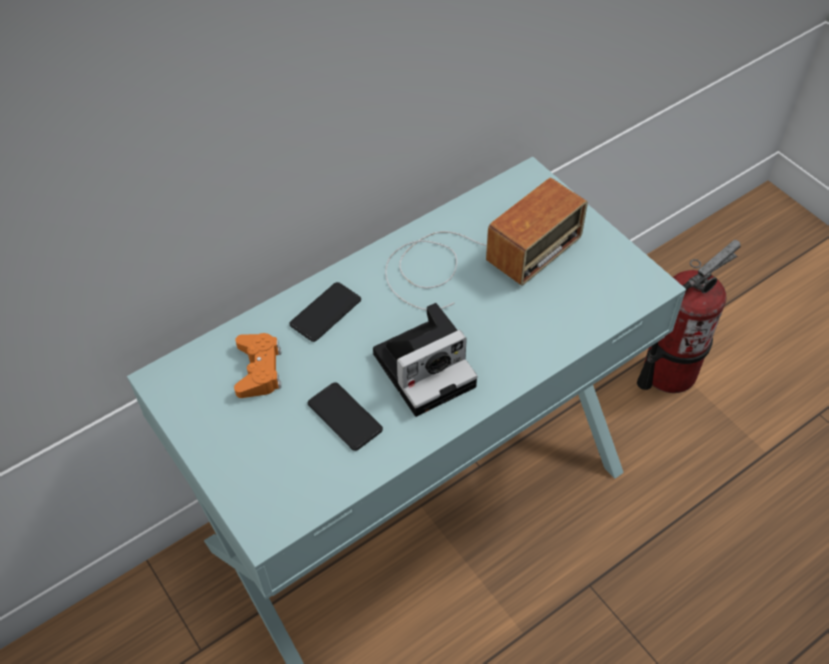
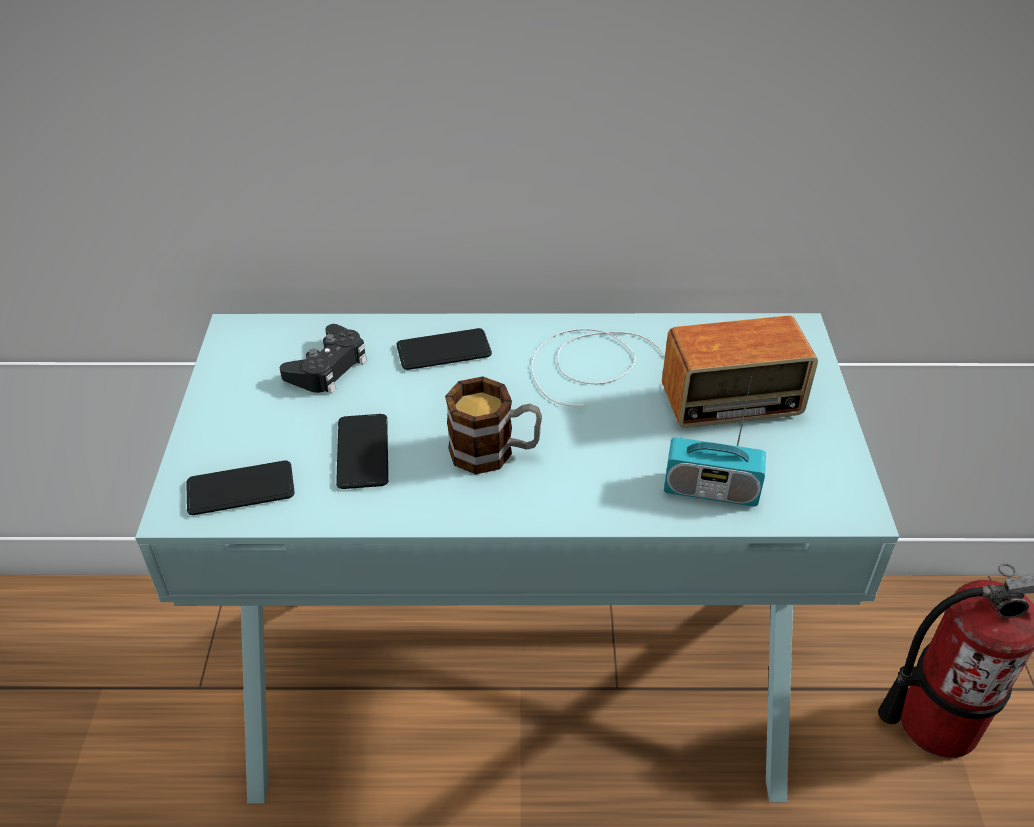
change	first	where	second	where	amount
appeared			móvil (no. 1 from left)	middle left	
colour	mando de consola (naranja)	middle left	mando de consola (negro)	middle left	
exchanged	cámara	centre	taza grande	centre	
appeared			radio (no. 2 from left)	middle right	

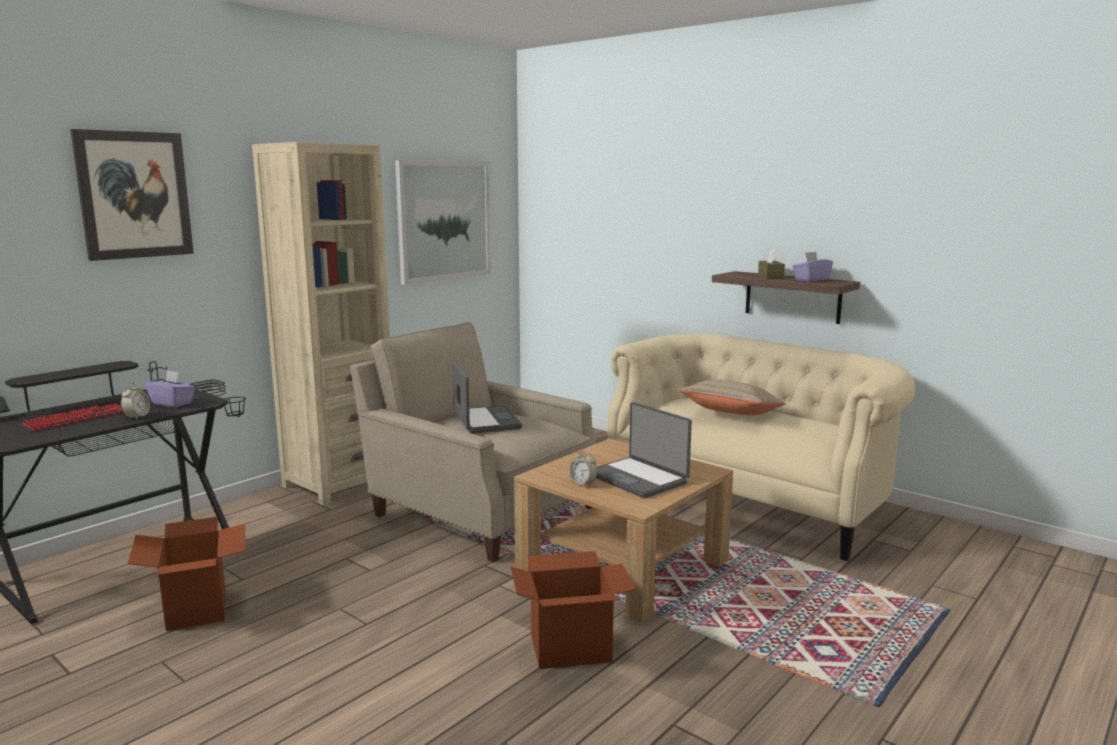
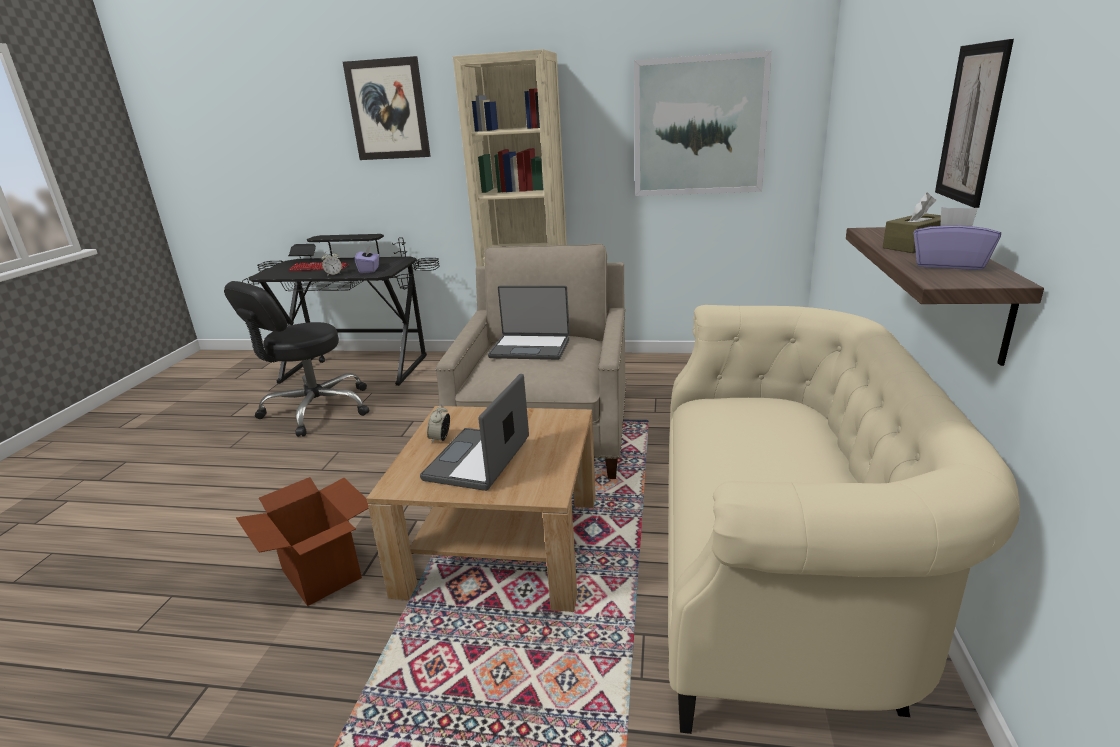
change	first	where	second	where	amount
exchanged	caja de cartón (no. 1 from left)	bottom left	silla de oficina (negro)	middle left	
spun	portátil (no. 1 from left in the first image)	centre	portátil (no. 2 from left)	centre	60 degrees clockwise
appeared			cuadro (no. 3 from left)	top right	
missing	cojín (beis)	centre			

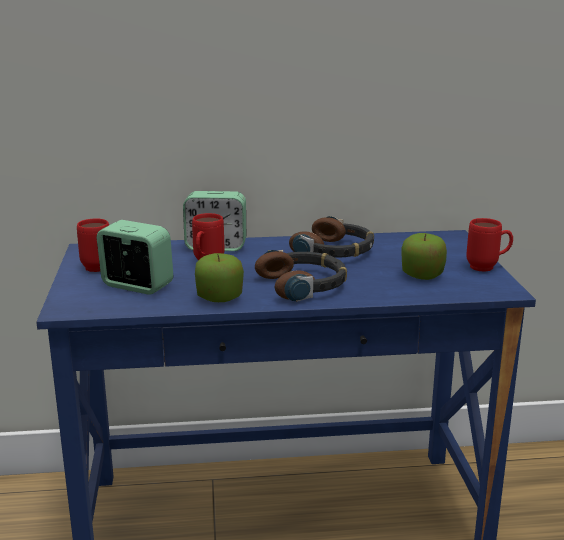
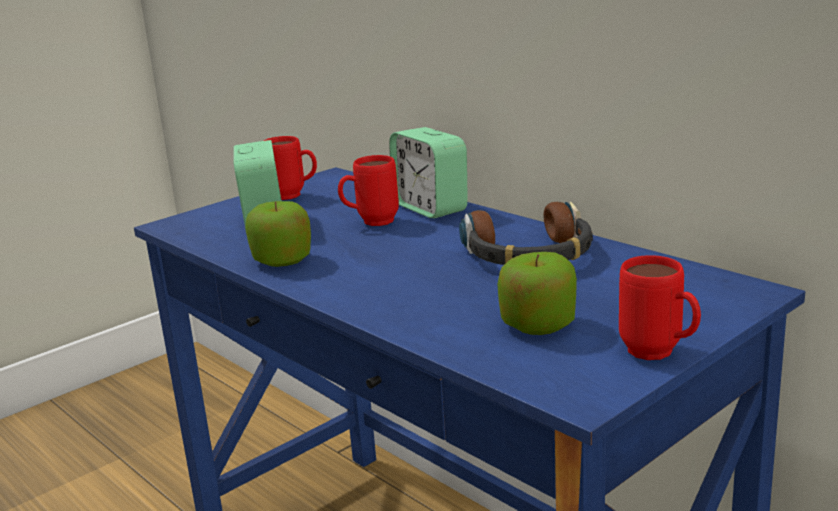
change	first	where	second	where	amount
missing	auriculares (no. 1 from left)	centre			

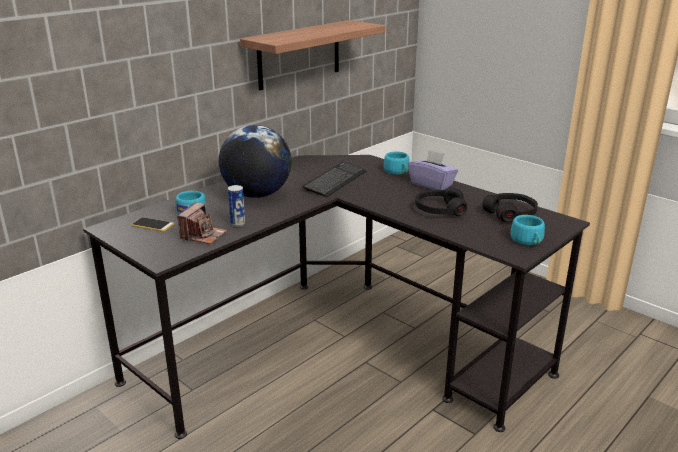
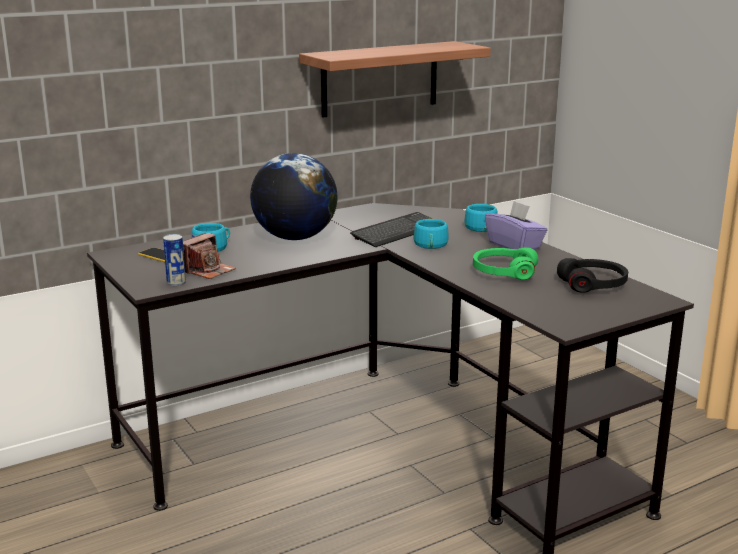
change	first	where	second	where	amount
relocated	lata	centre		middle left	
relocated	taza (turquesa) (no. 3 from left in the first image)	middle right	taza (turquesa) (no. 2 from left)	centre	
colour	auriculares (negro) (no. 1 from left)	centre	auriculares (verde)	middle right	

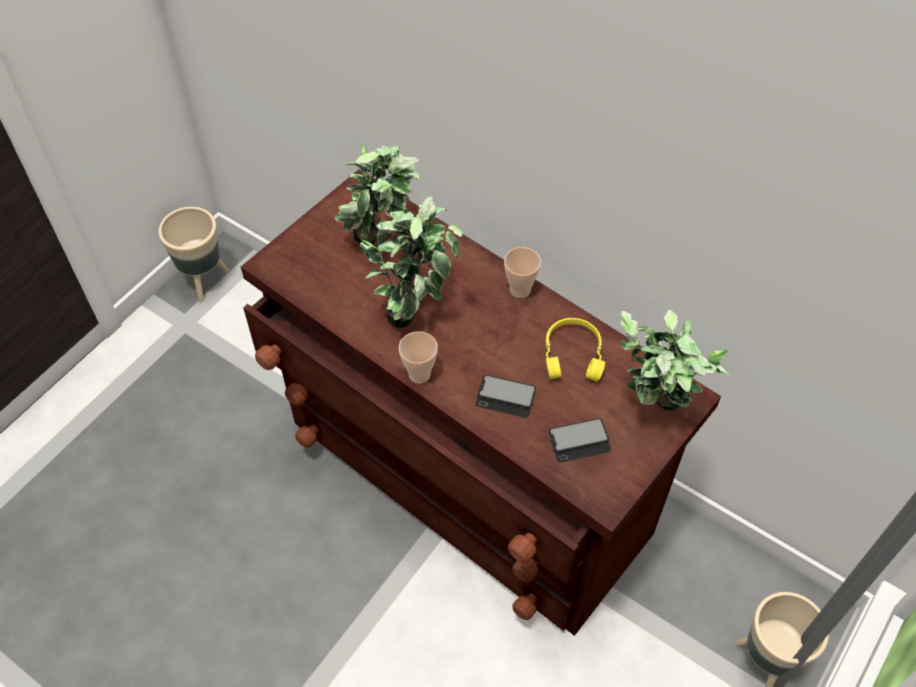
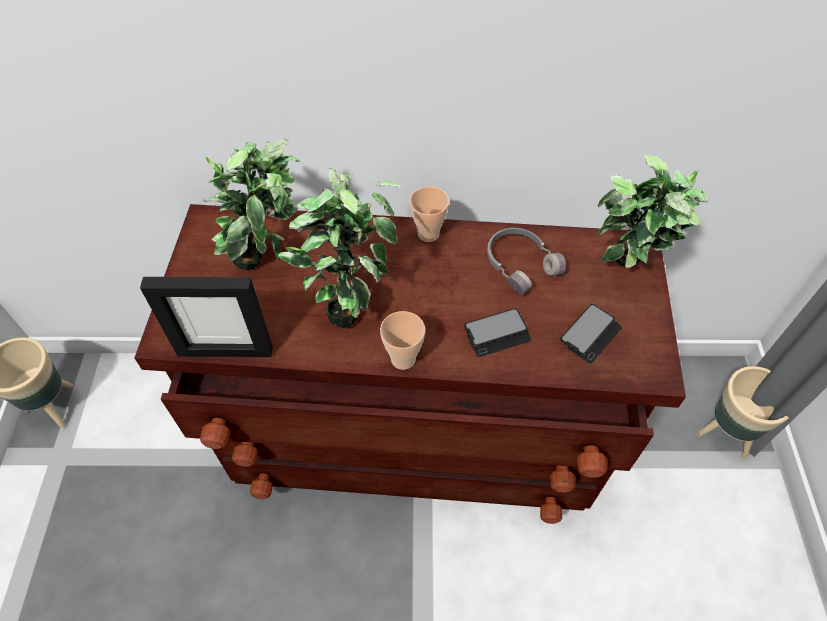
change	first	where	second	where	amount
appeared			portarretratos	middle left	
colour	auriculares (amarillo)	centre	auriculares (gris)	centre	

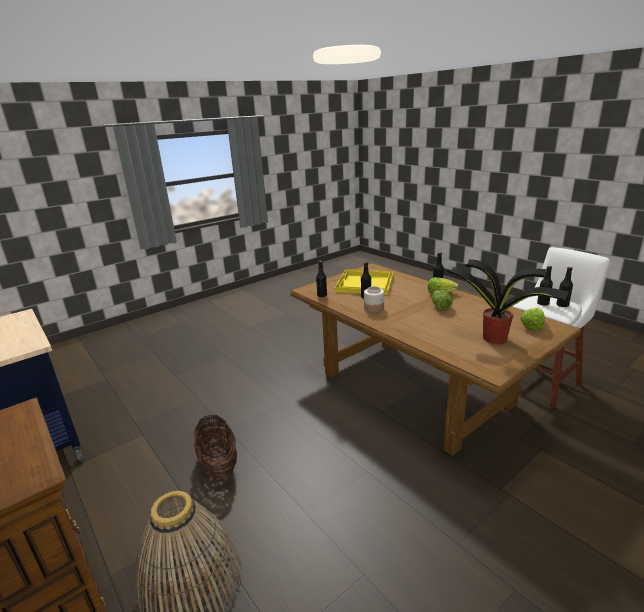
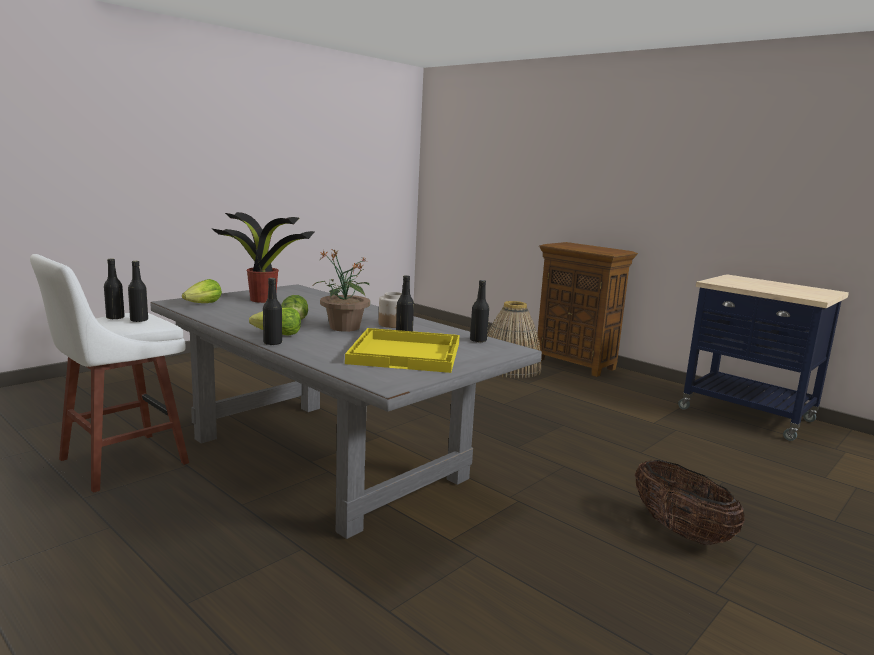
change	first	where	second	where	amount
colour	mesa de comedor (marrón)	middle right	mesa de comedor (gris)	centre	
appeared			planta en maceta (no. 2 from left)	centre	
relocated	cesta (no. 2 from left)	bottom centre		bottom right	

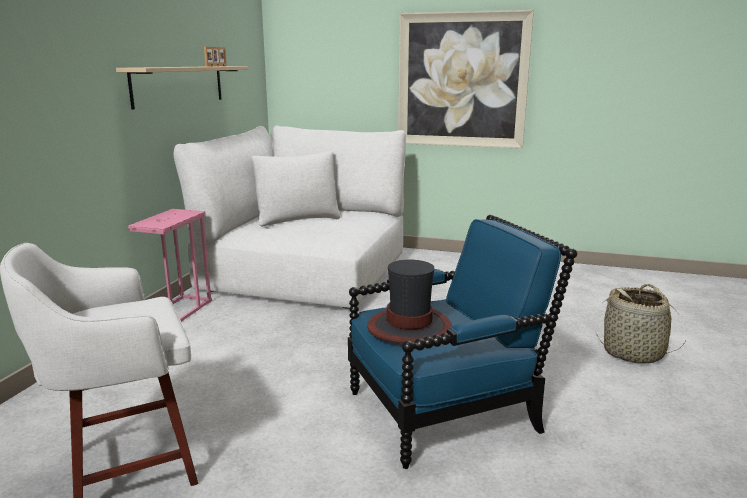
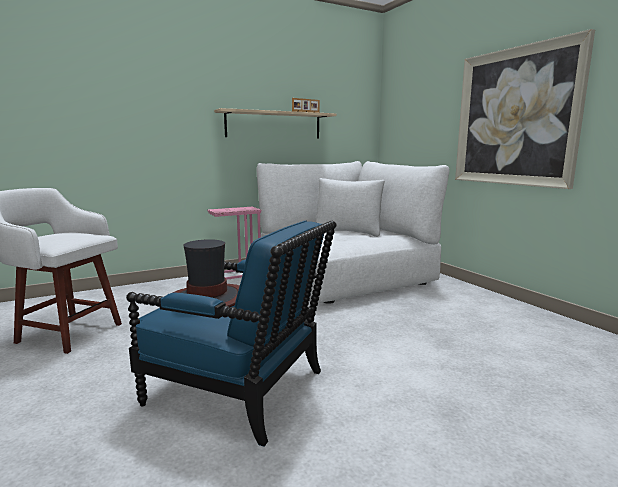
change	first	where	second	where	amount
missing	cesta	middle right			

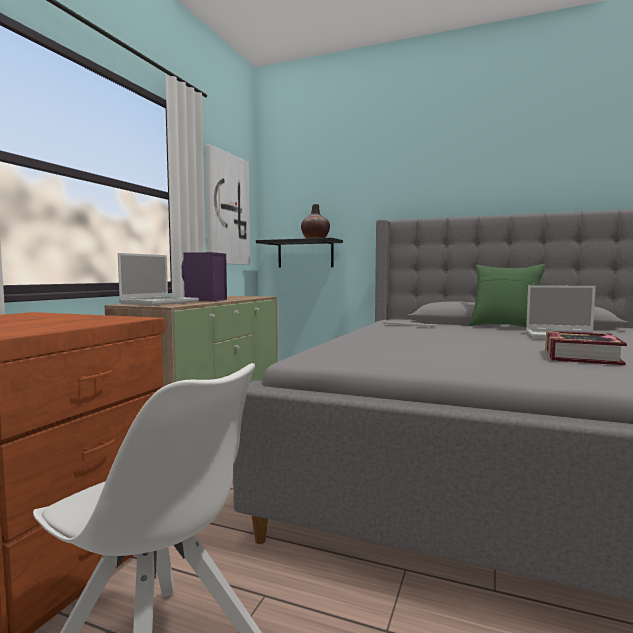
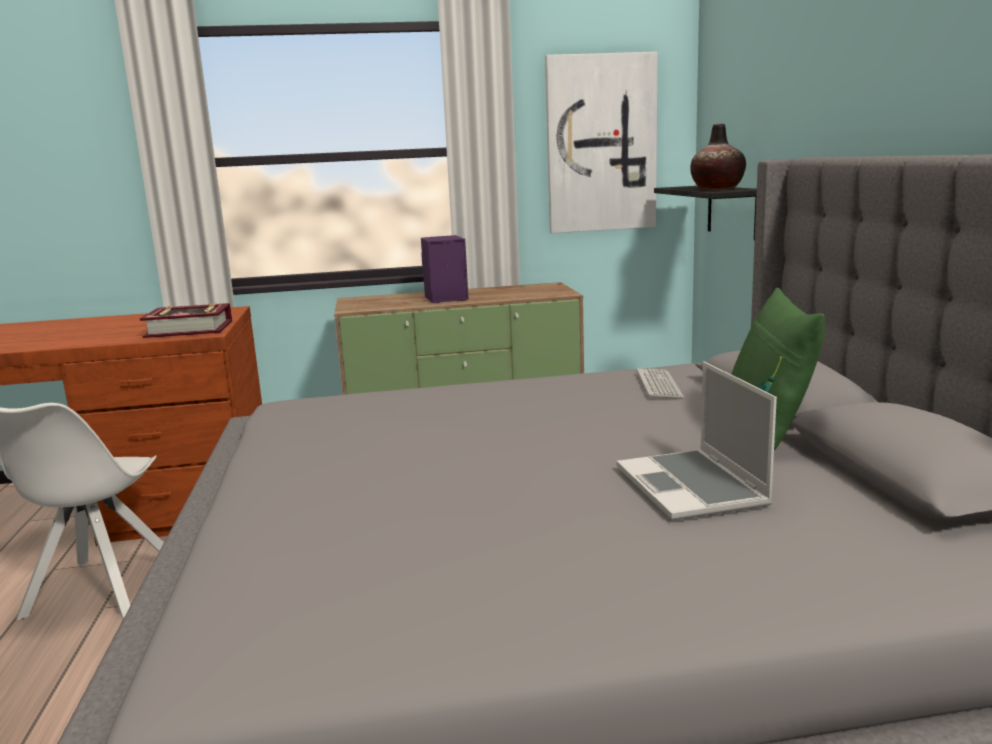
change	first	where	second	where	amount
relocated	libro	middle right		middle left	
missing	portátil (no. 1 from left)	middle left			

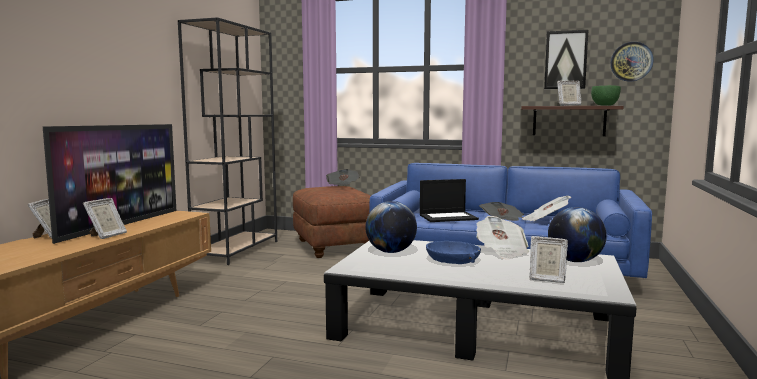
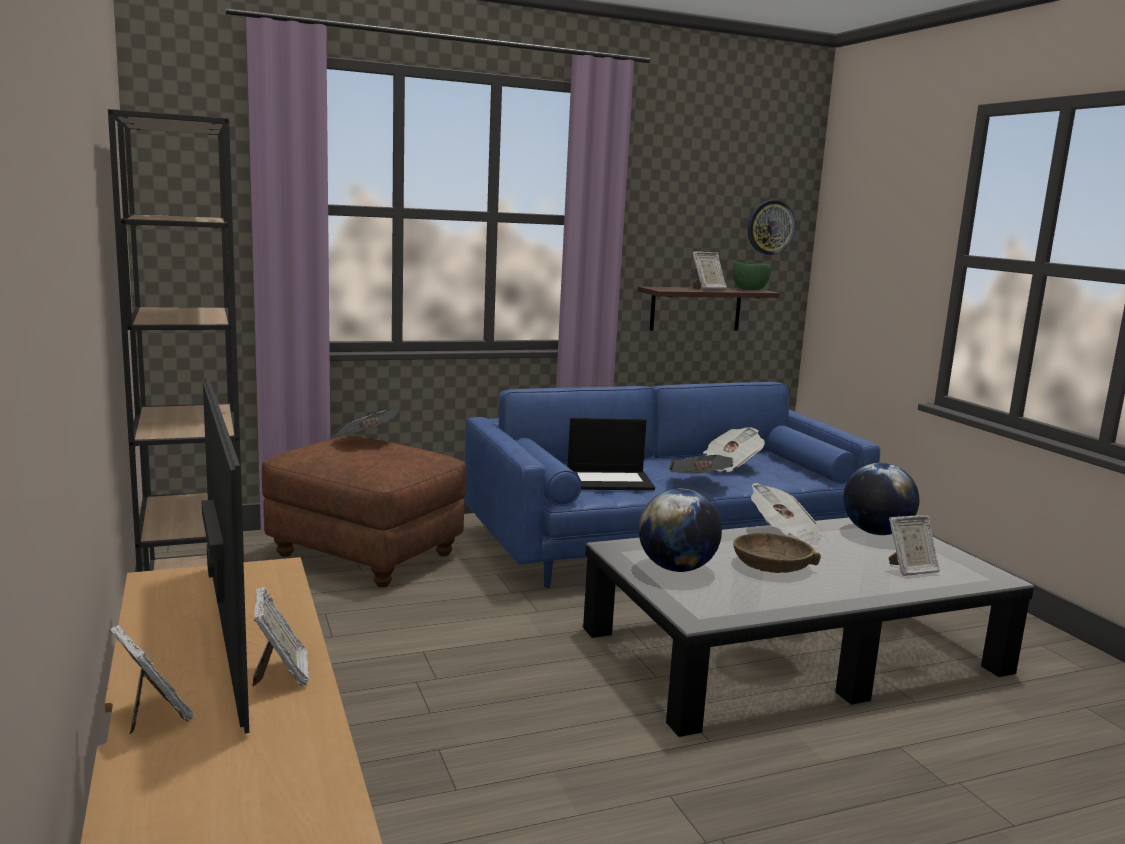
change	first	where	second	where	amount
spun	portátil	centre		centre	45 degrees clockwise
colour	cuenco (azul)	centre	cuenco (marrón)	middle right	
missing	cuadro	top right			

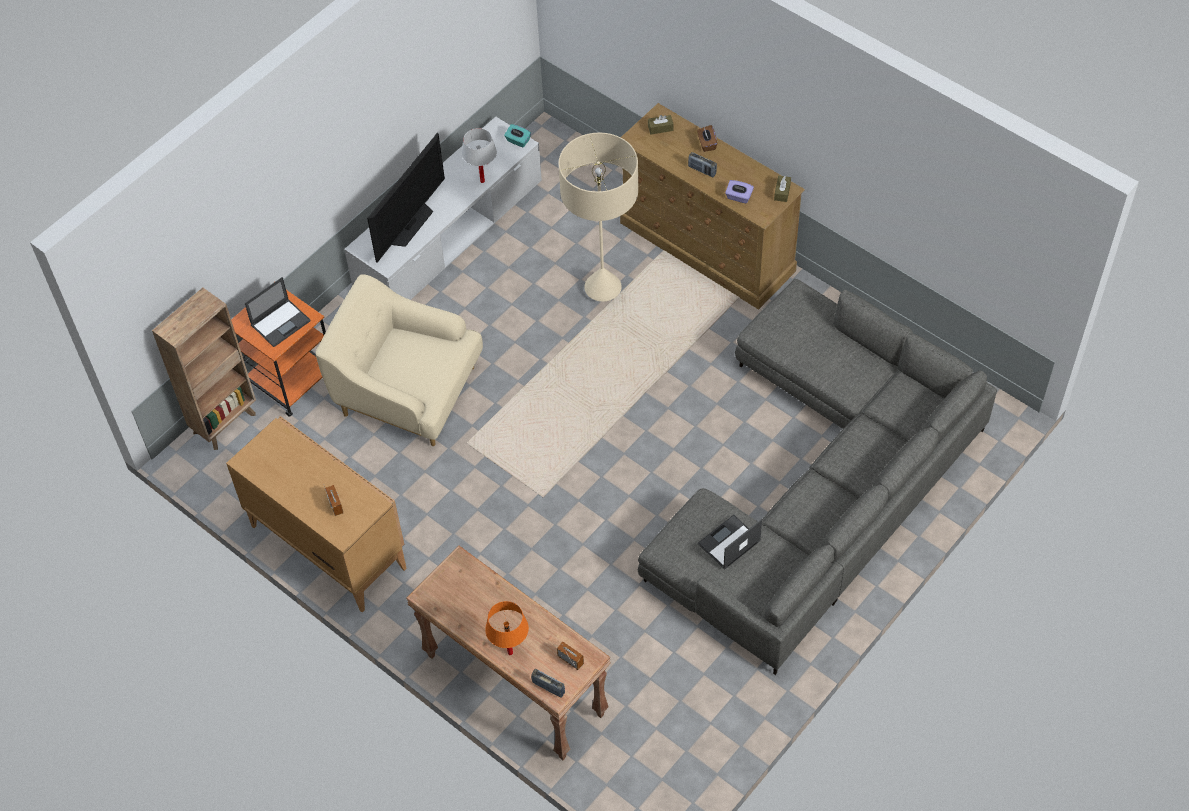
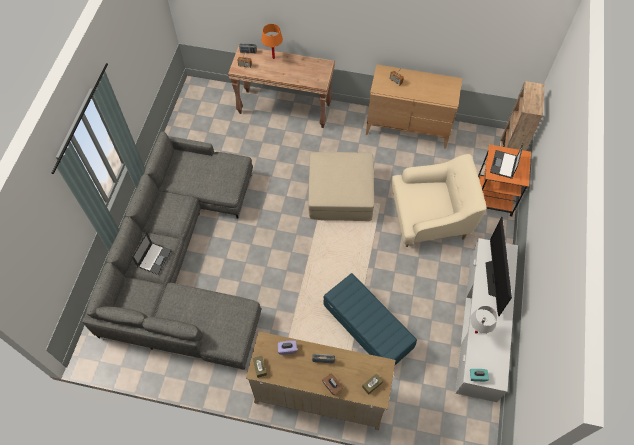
change	first	where	second	where	amount
relocated	portátil (no. 2 from left in the first image)	bottom centre	portátil (no. 1 from left)	middle left	
appeared			puf (beis)	centre	
exchanged	lámpara de pie (beis)	top centre	puf (azul)	bottom centre	

